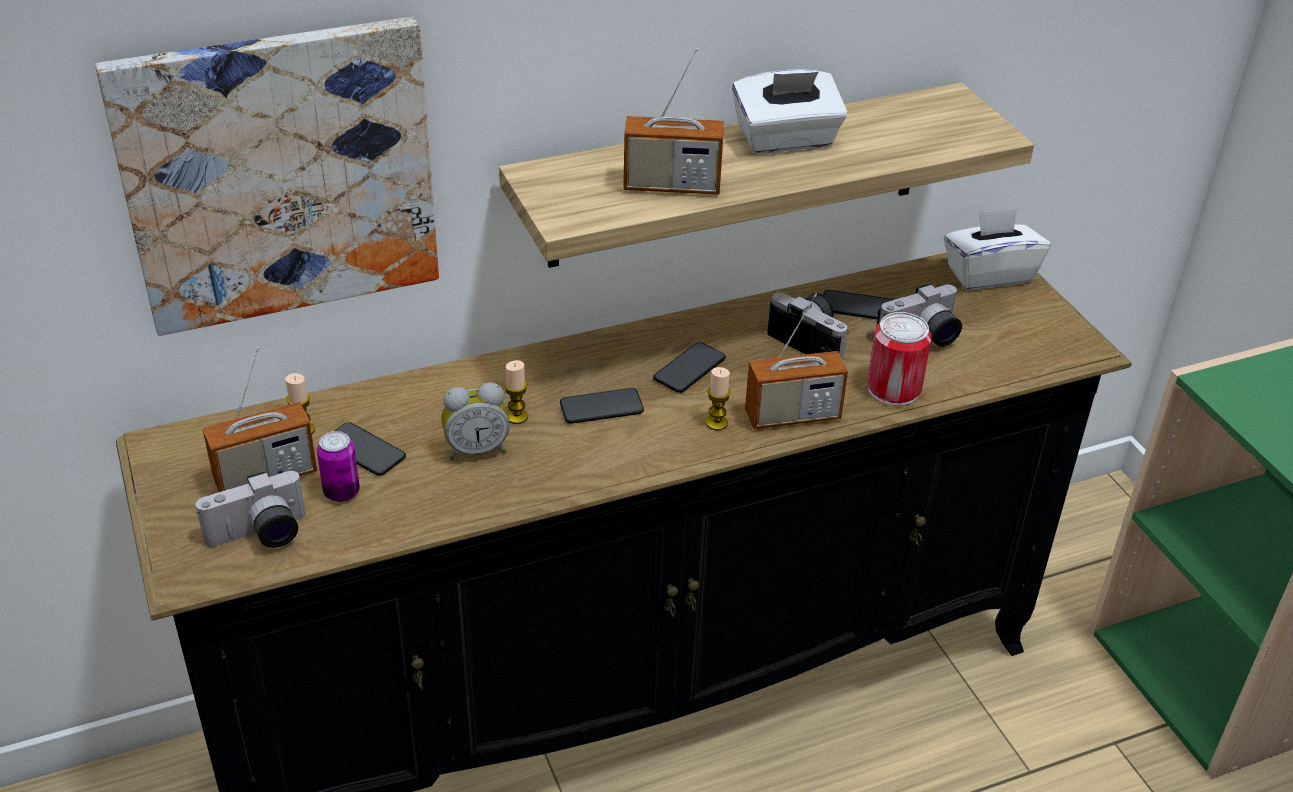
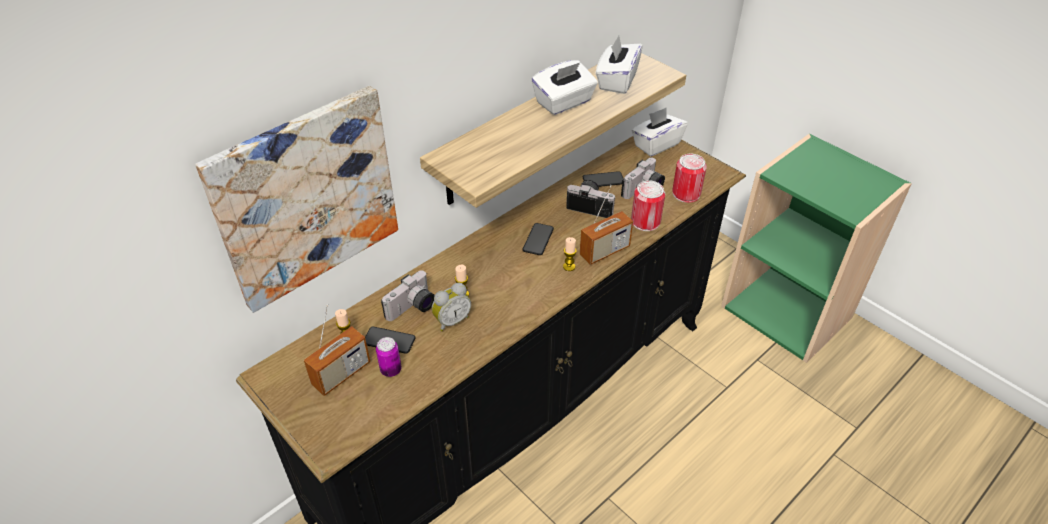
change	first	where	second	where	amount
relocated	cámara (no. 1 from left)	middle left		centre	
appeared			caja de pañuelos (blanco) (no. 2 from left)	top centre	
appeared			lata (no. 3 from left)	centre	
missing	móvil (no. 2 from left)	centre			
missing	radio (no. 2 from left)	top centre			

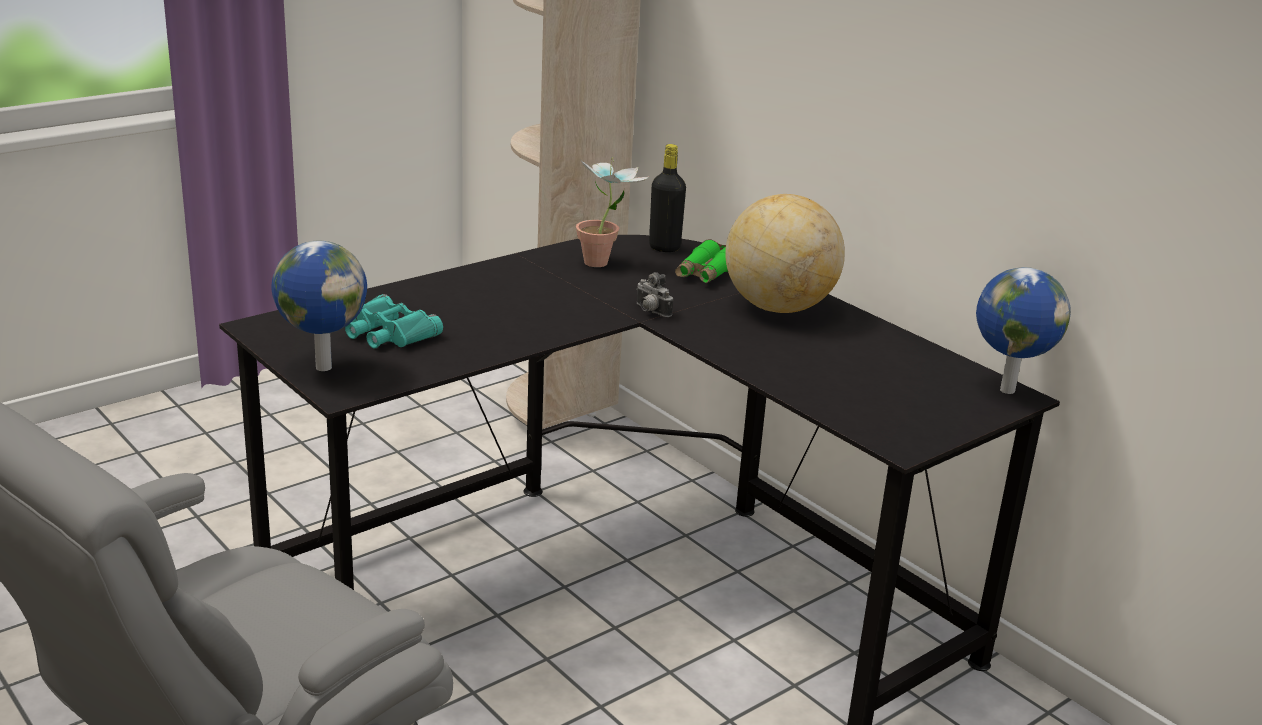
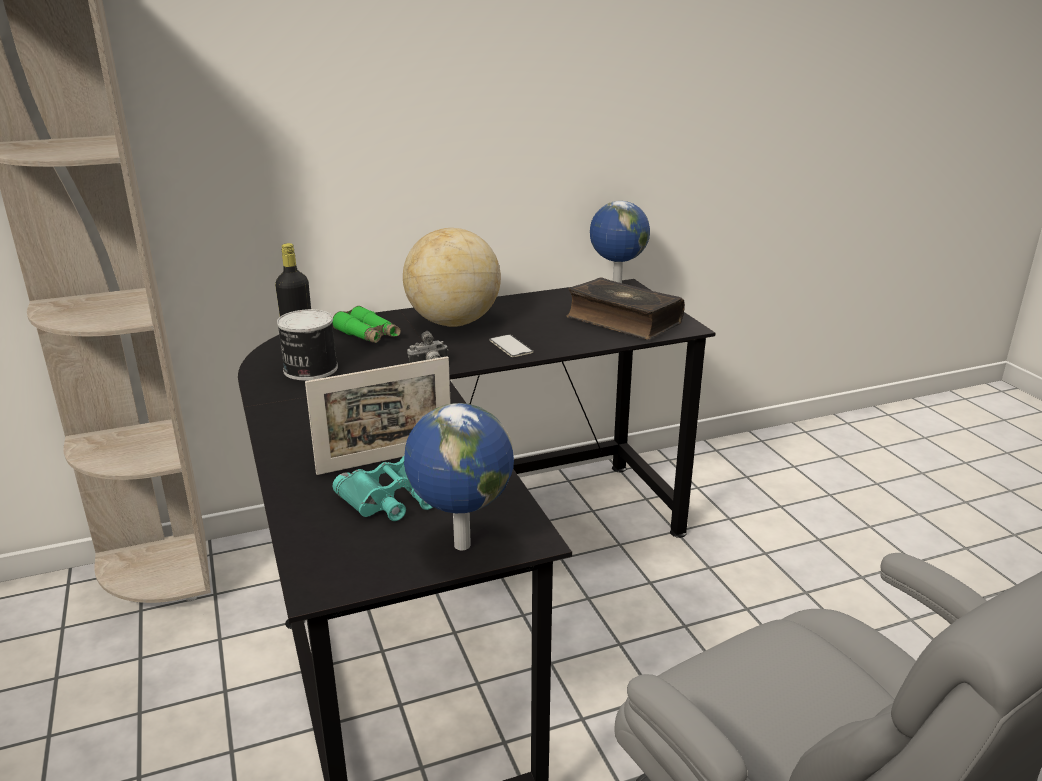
change	first	where	second	where	amount
exchanged	planta en maceta	top centre	lata	middle left	
appeared			portarretratos	centre	
appeared			móvil	centre	
appeared			libro	centre	

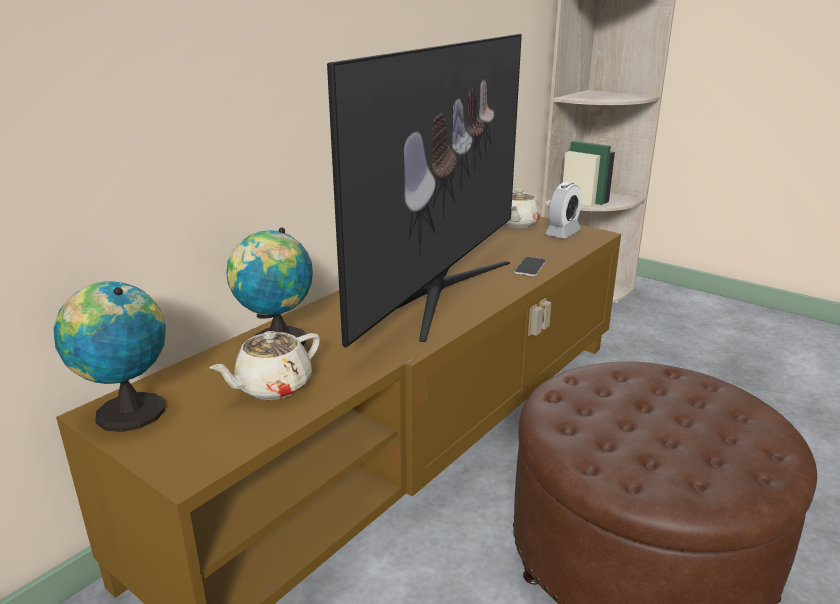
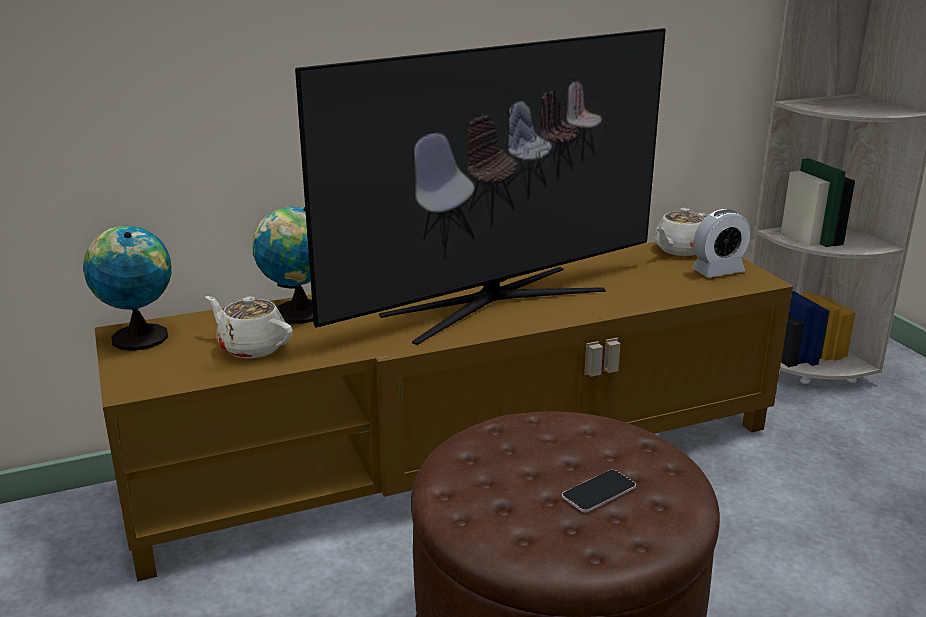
change	first	where	second	where	amount
spun	tetera (beis) (no. 1 from left)	middle left		middle left	45 degrees clockwise
relocated	móvil	centre		bottom centre	

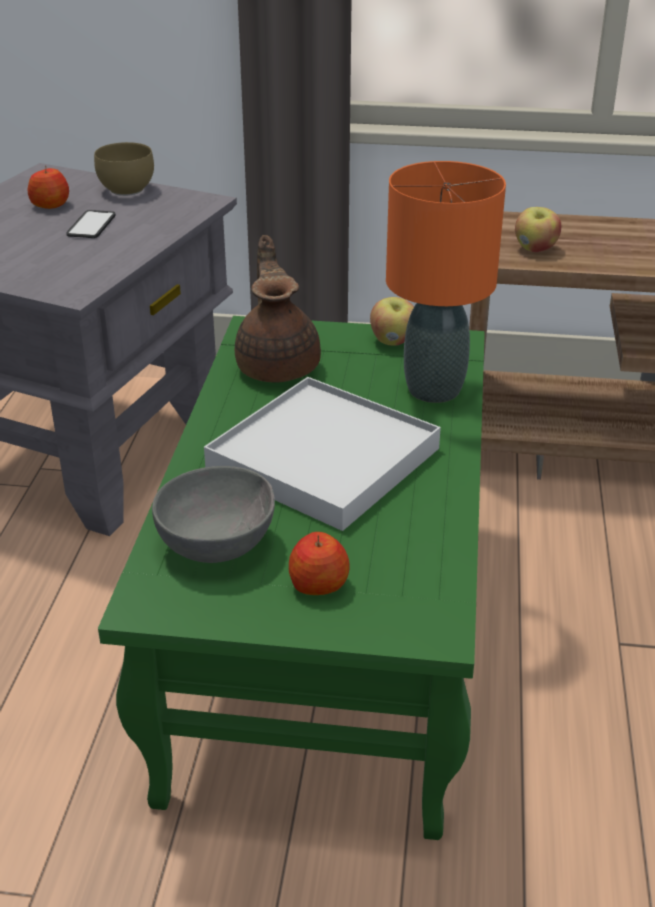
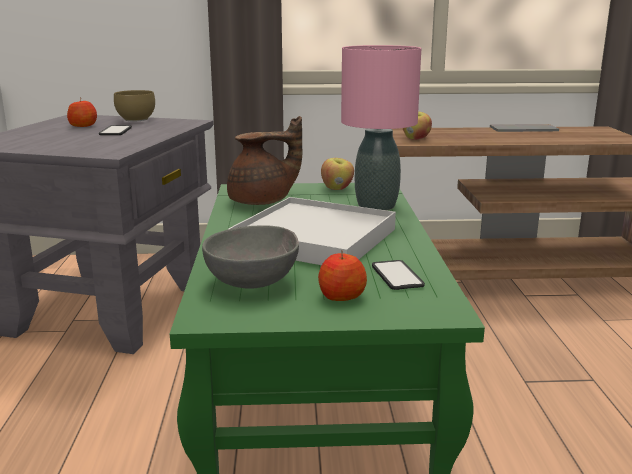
change	first	where	second	where	amount
spun	tetera (marrón)	centre		centre	90 degrees clockwise
colour	lámpara de mesa (naranja)	top right	lámpara de mesa (rosa)	top centre	
appeared			móvil (no. 2 from left)	centre	

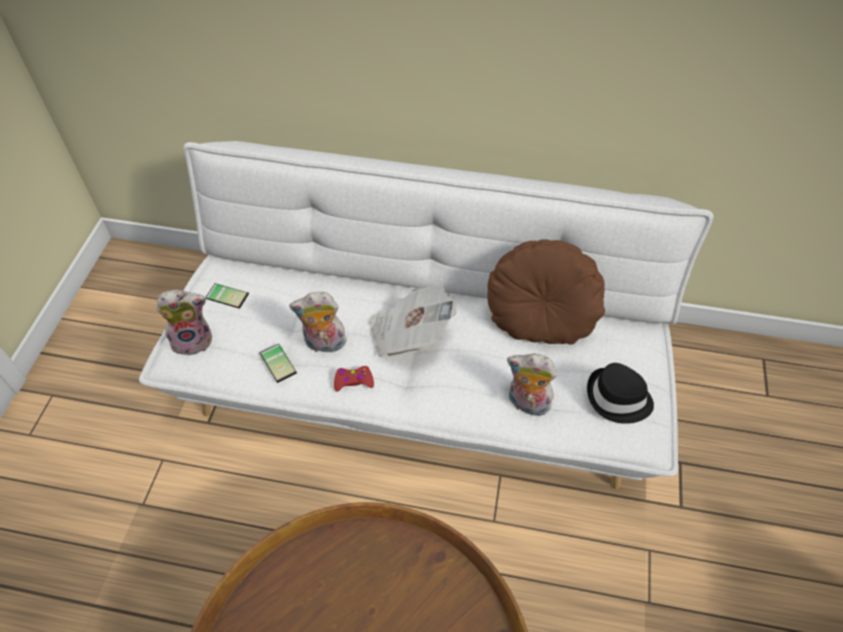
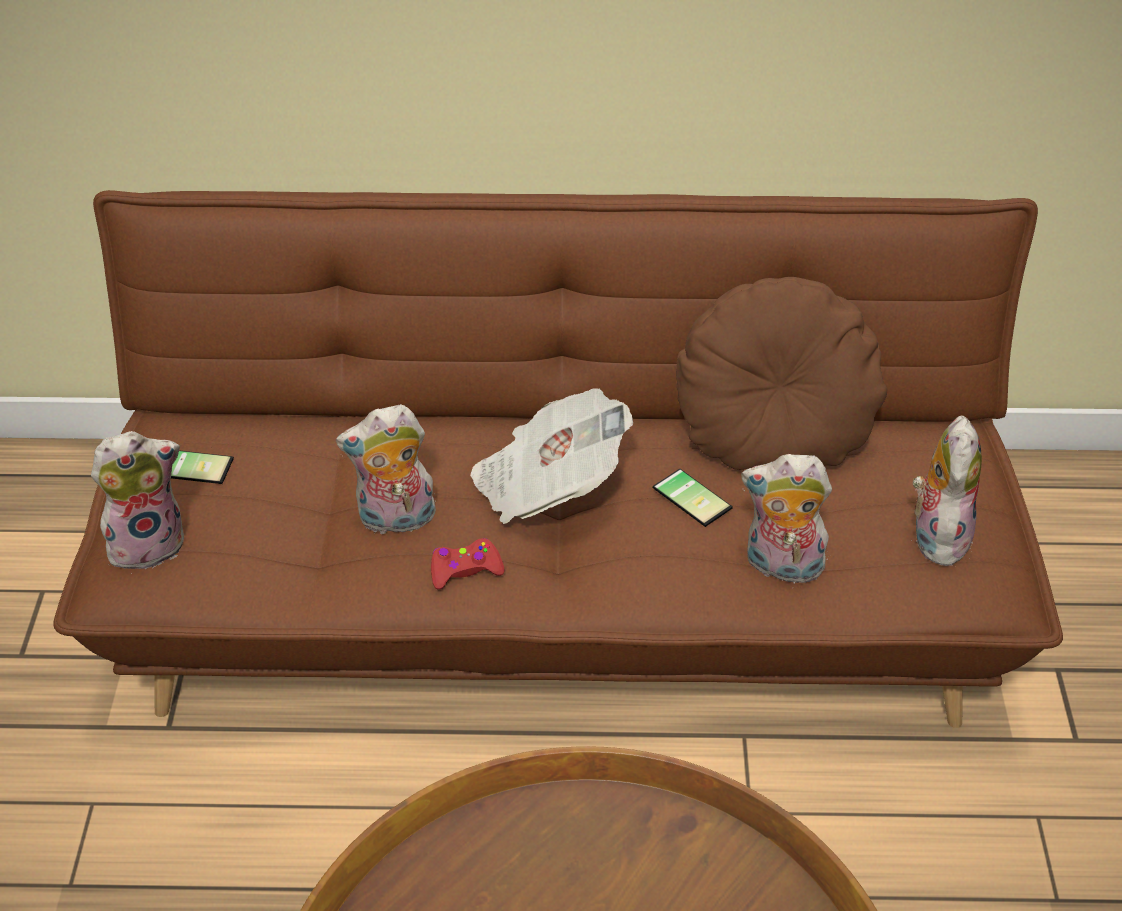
change	first	where	second	where	amount
colour	sofá (blanco)	centre	sofá (marrón)	centre	
relocated	móvil (no. 2 from left)	middle left		centre	
exchanged	sombrero (negro)	middle right	peluche (no. 4 from left)	middle right	

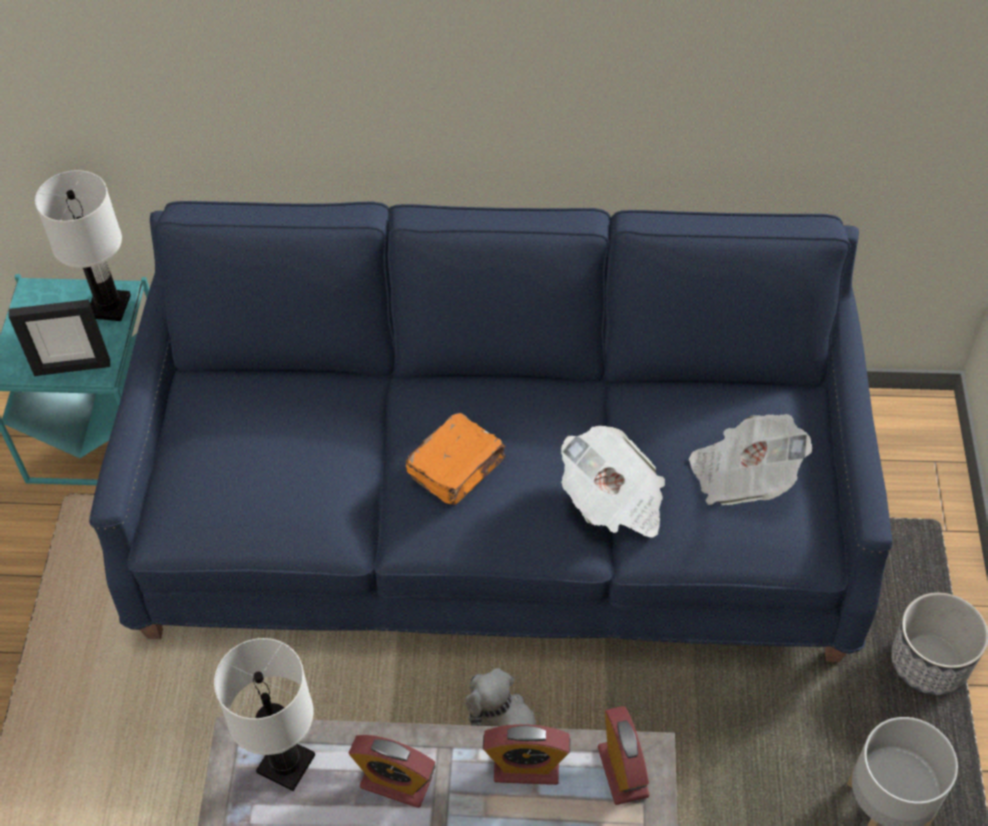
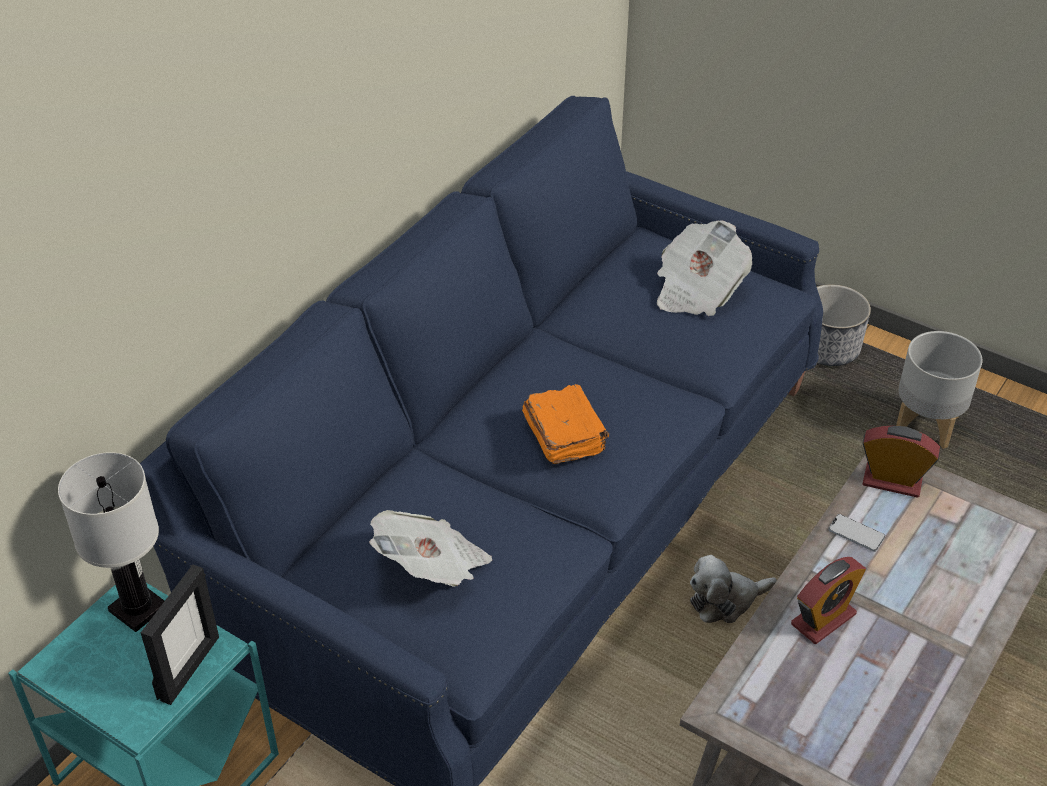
change	first	where	second	where	amount
relocated	periódico (no. 1 from left)	centre		bottom centre	
exchanged	despertador (no. 2 from left)	bottom centre	móvil	bottom right	
missing	lámpara de mesa (blanco) (no. 2 from left)	bottom left			

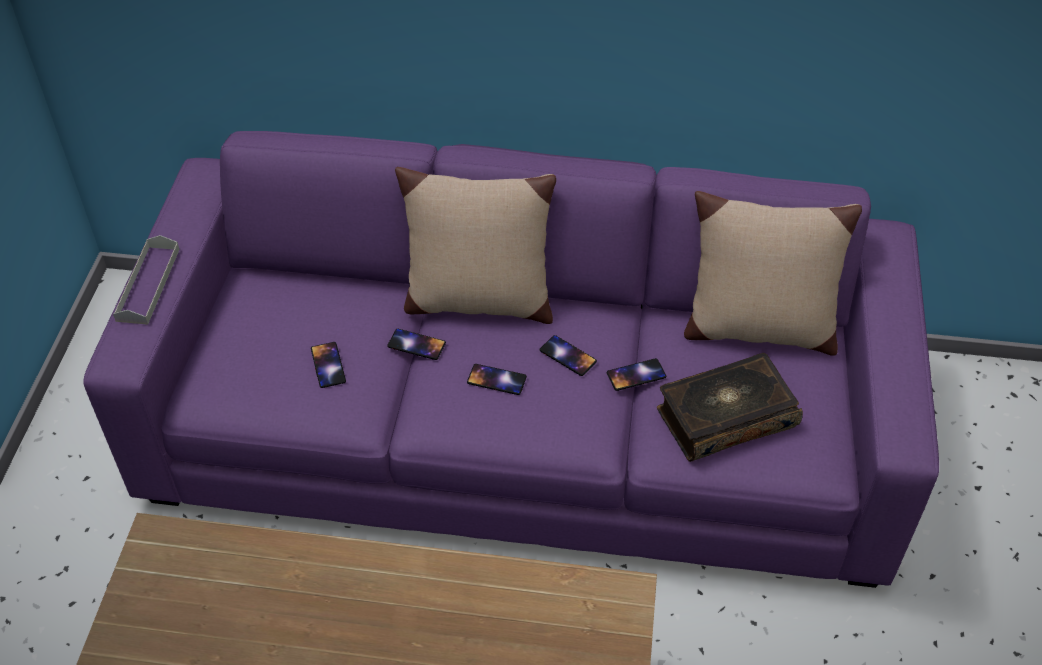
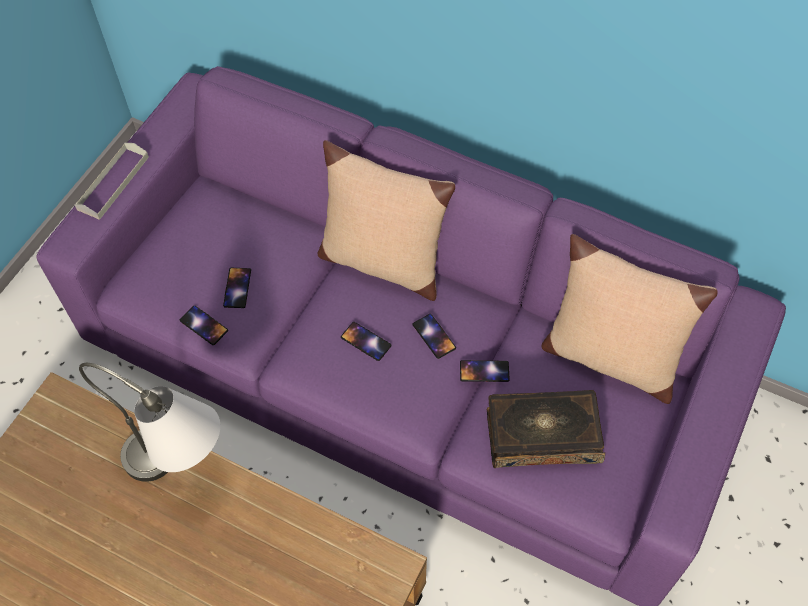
change	first	where	second	where	amount
appeared			lámpara de mesa (gris)	bottom left	
relocated	móvil (no. 2 from left in the first image)	centre	móvil (no. 1 from left)	middle left	

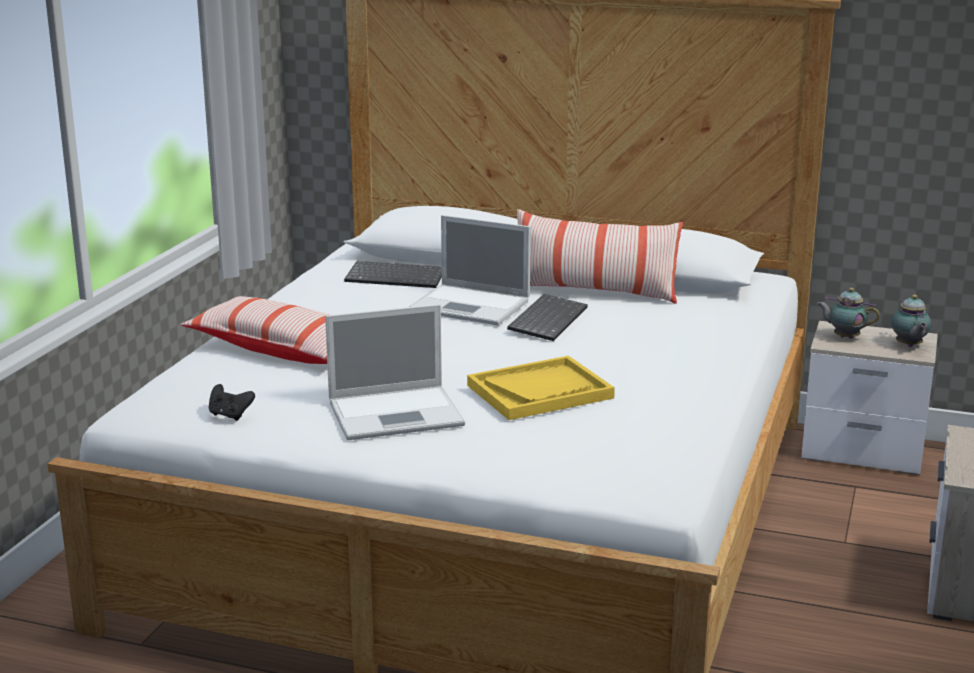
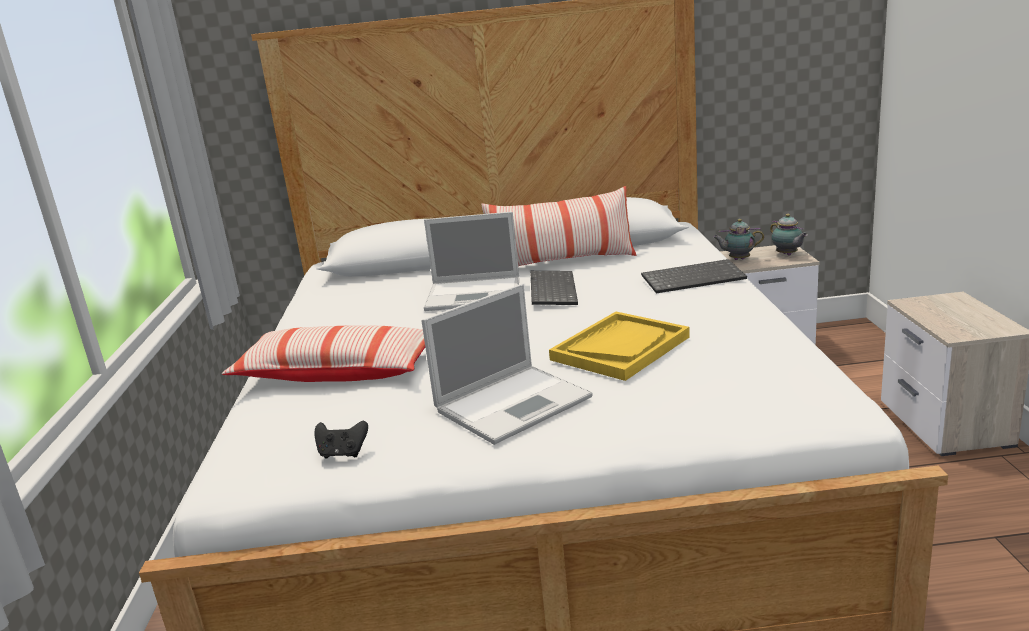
change	first	where	second	where	amount
relocated	teclado (no. 1 from left in the first image)	centre	teclado (no. 2 from left)	middle right	

